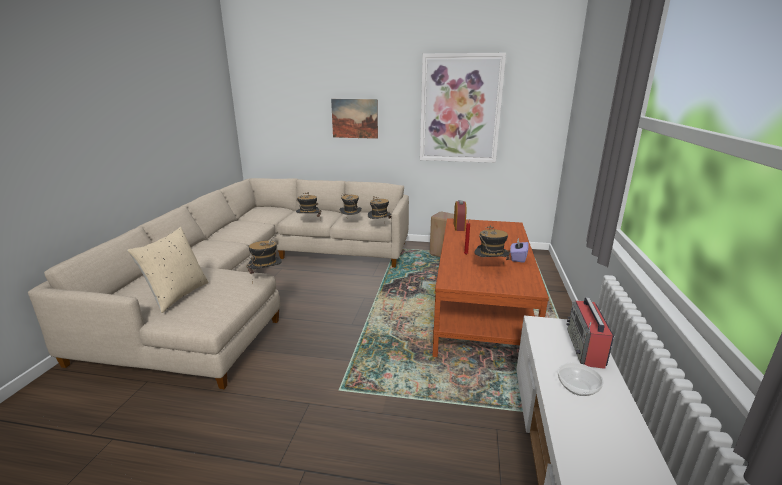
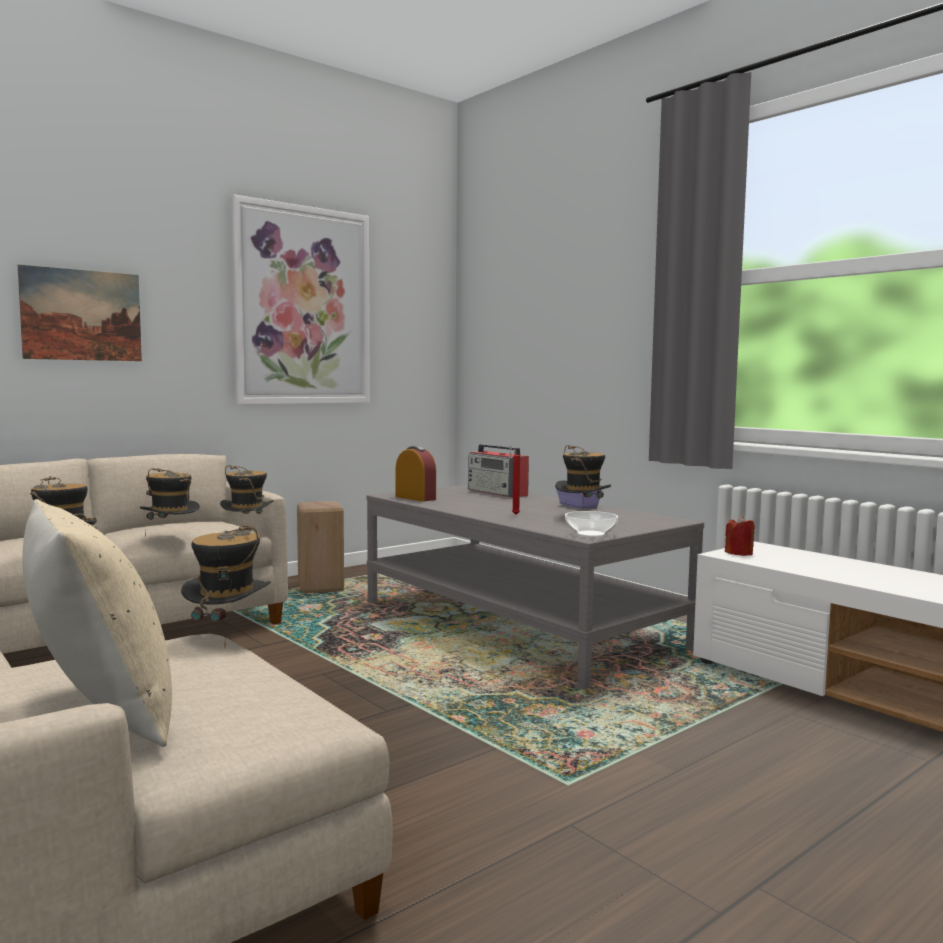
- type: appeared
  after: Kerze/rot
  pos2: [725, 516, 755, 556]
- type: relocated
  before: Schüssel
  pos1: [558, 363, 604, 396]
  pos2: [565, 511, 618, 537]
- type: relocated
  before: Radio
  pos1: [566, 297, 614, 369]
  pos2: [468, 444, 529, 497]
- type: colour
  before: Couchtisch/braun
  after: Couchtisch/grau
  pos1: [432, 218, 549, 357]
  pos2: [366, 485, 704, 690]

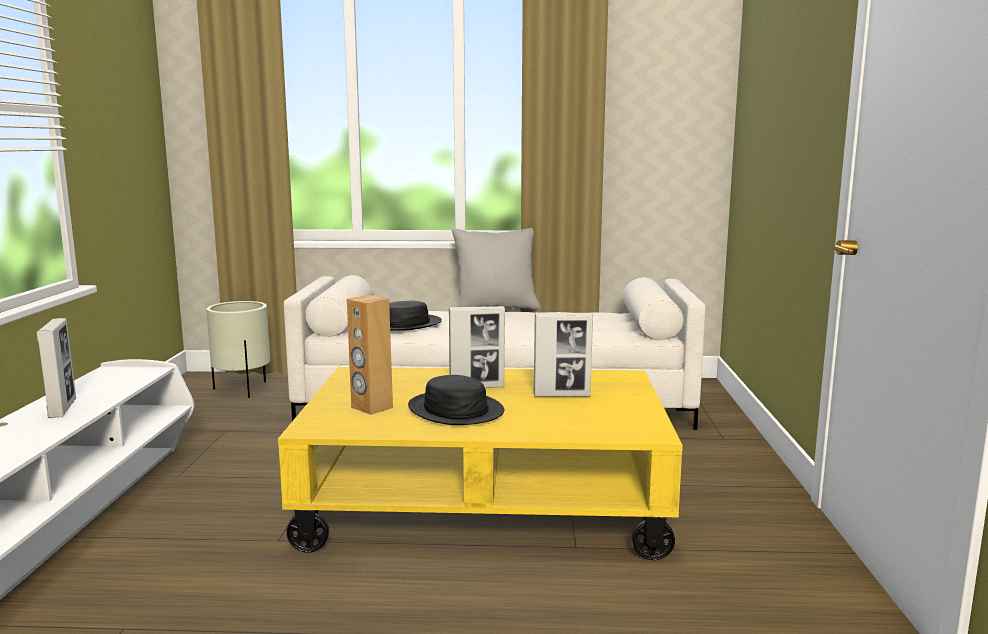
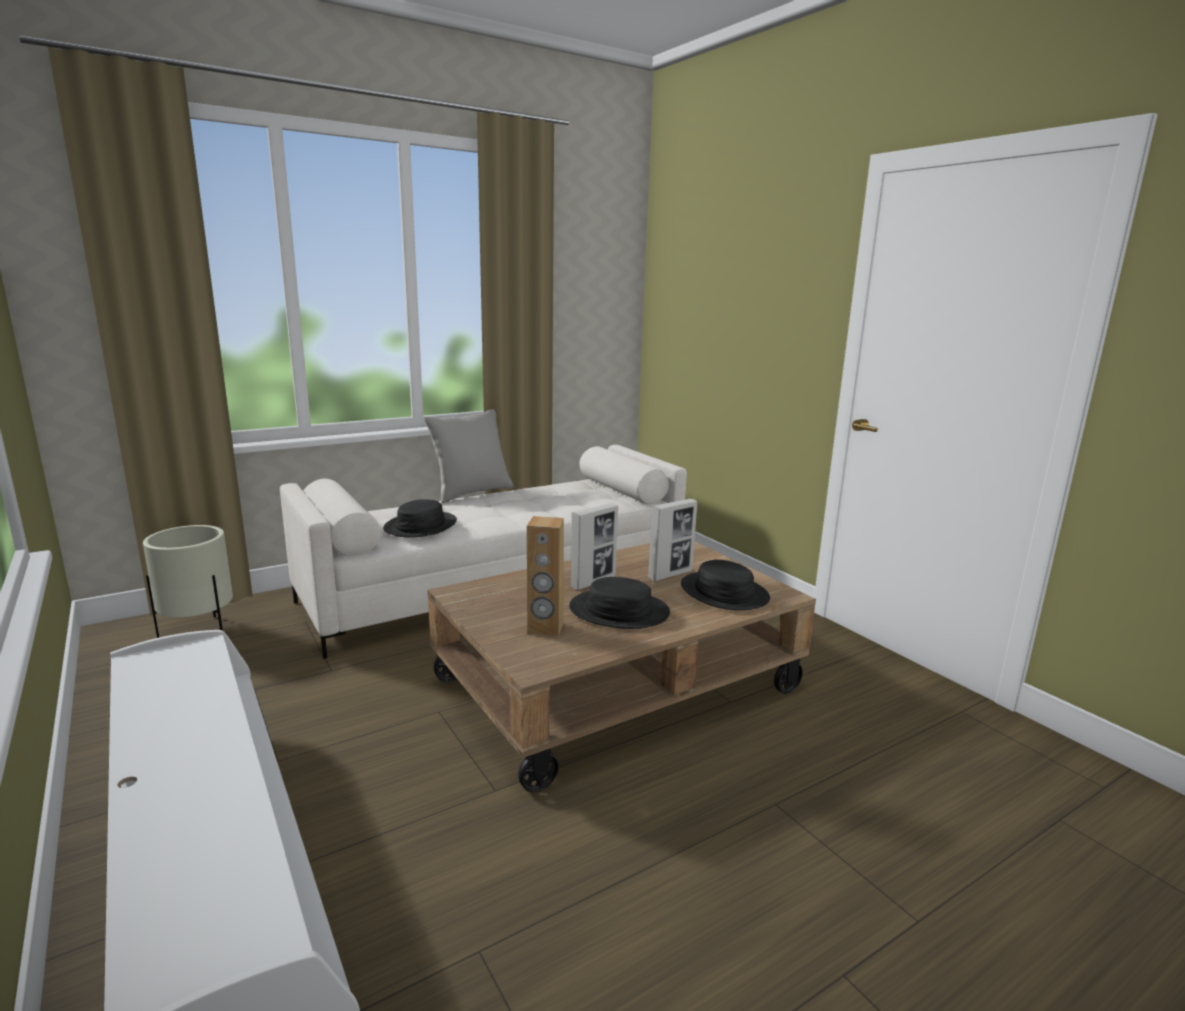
- type: missing
  before: Bilderrahmen
  pos1: [37, 318, 76, 418]
- type: appeared
  after: Hut/schwarz
  pos2: [681, 560, 770, 610]
- type: colour
  before: Couchtisch/gelb
  after: Couchtisch/braun
  pos1: [278, 367, 683, 560]
  pos2: [427, 541, 816, 792]

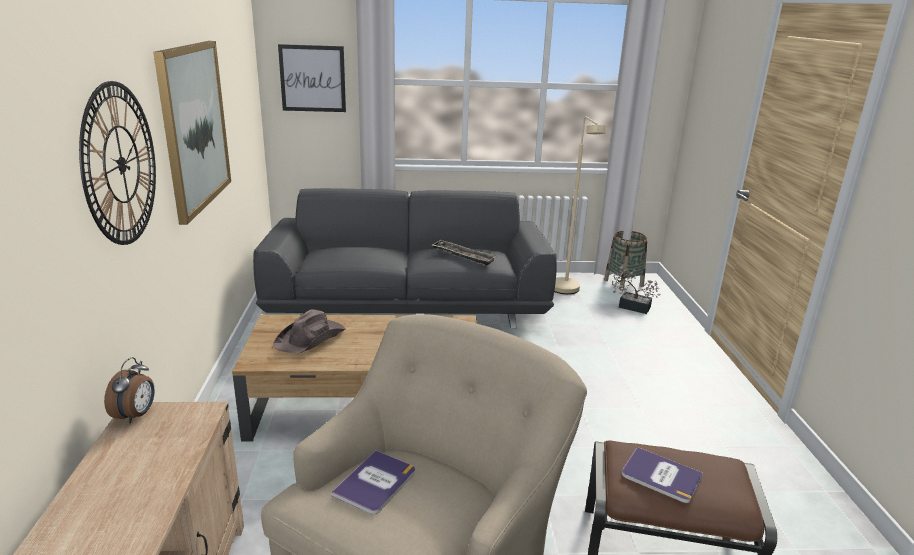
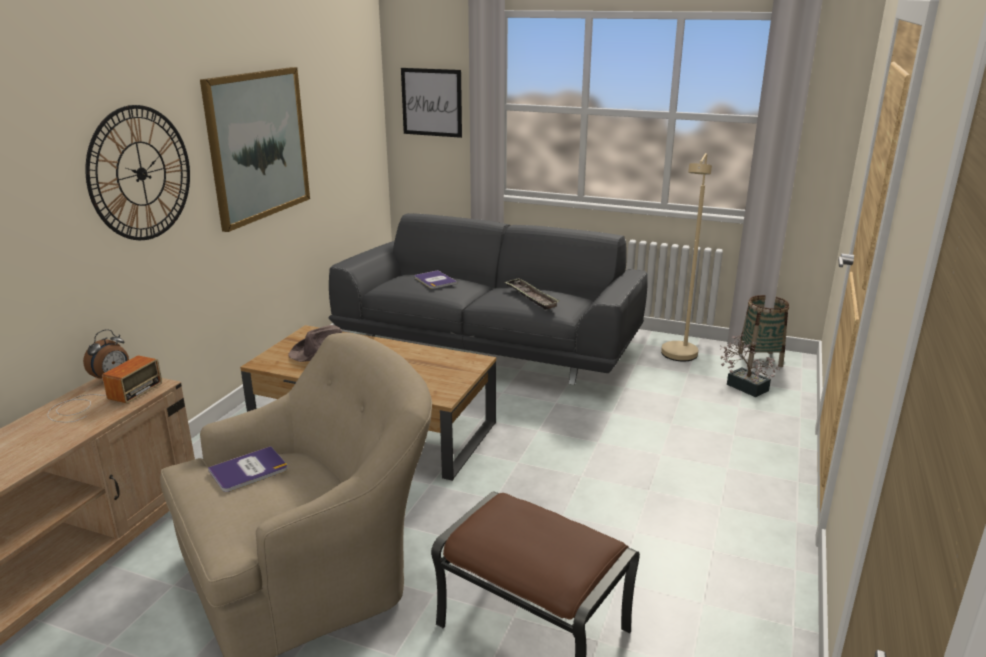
- type: appeared
  after: Radio
  pos2: [47, 355, 162, 422]
- type: relocated
  before: Buch
  pos1: [622, 447, 703, 503]
  pos2: [415, 270, 457, 289]

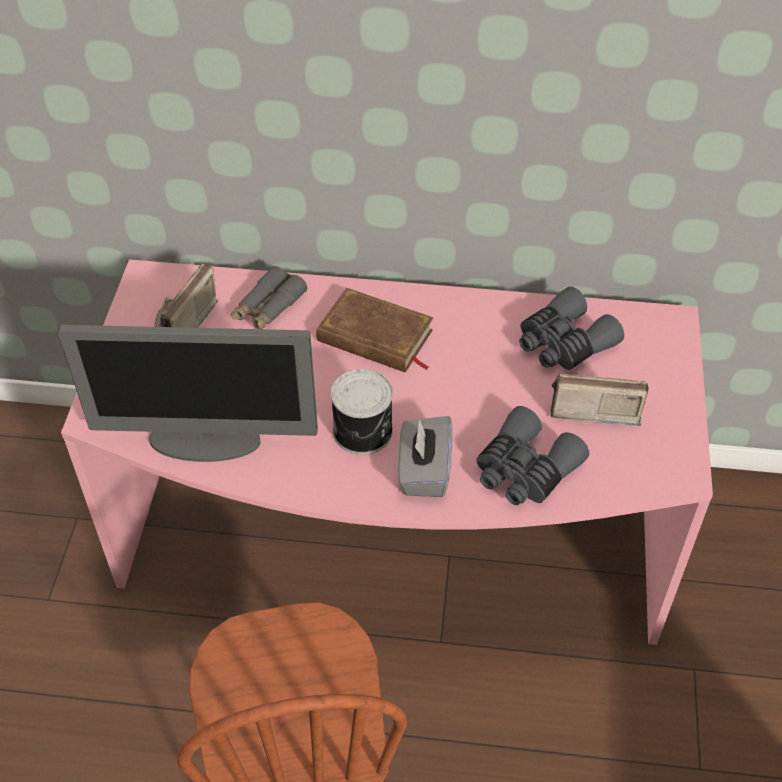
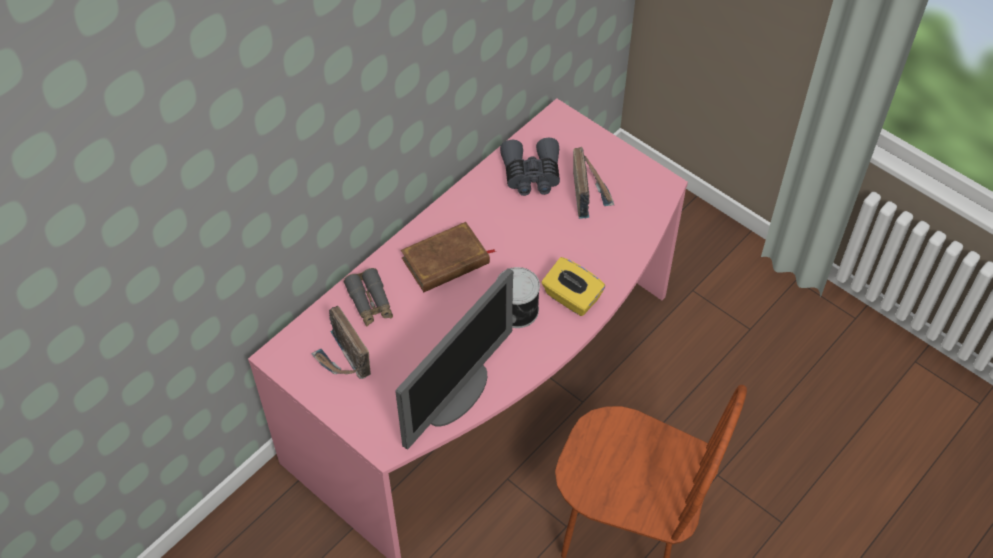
- type: missing
  before: Fernglas/grau
  pos1: [476, 406, 589, 505]
- type: colour
  before: Taschentuchbox/grau
  after: Taschentuchbox/gelb
  pos1: [398, 416, 452, 497]
  pos2: [542, 257, 605, 316]
- type: spun
  before: Radio
  pos1: [550, 373, 649, 426]
  pos2: [573, 147, 614, 219]
  turn: 135

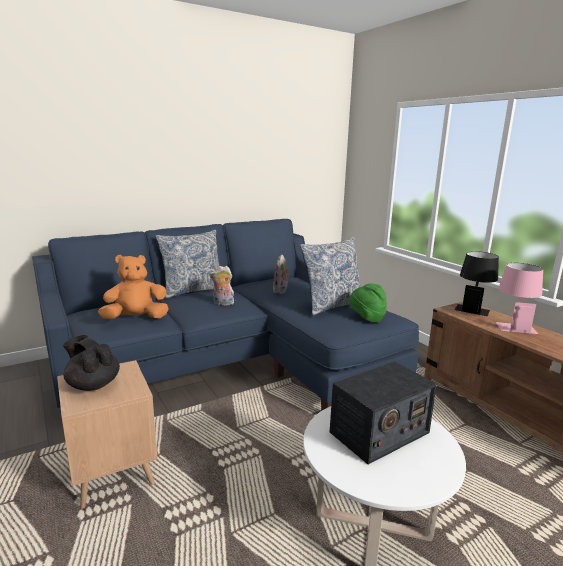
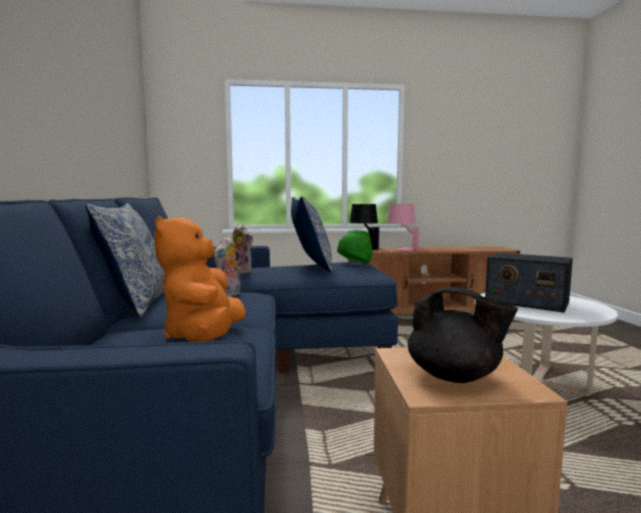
- type: spun
  before: Teekanne/schwarz
  pos1: [63, 335, 120, 391]
  pos2: [408, 287, 518, 383]
  turn: -120
- type: spun
  before: Radio
  pos1: [330, 361, 437, 464]
  pos2: [485, 253, 573, 313]
  turn: 135

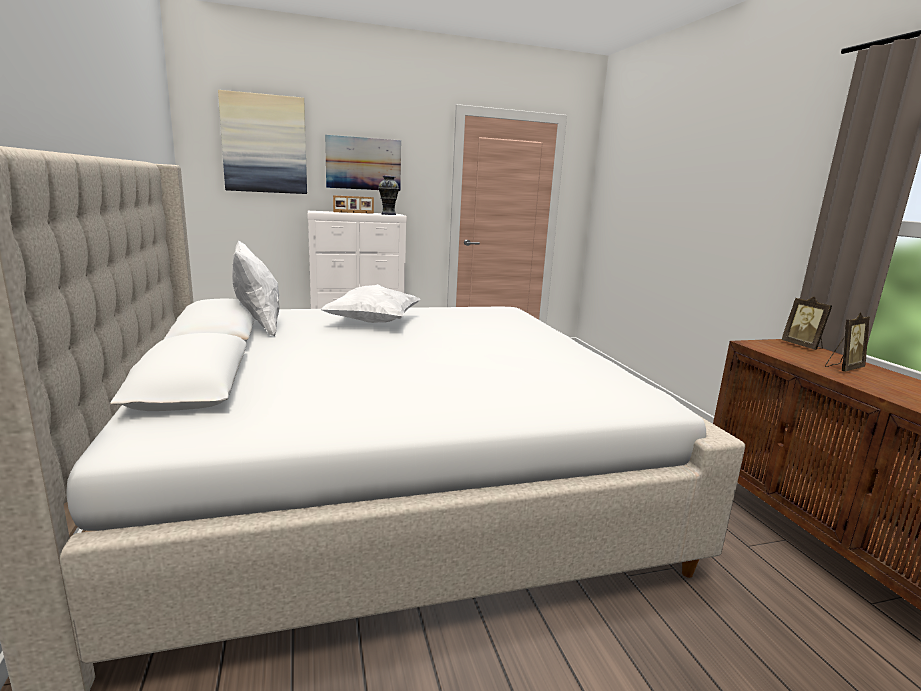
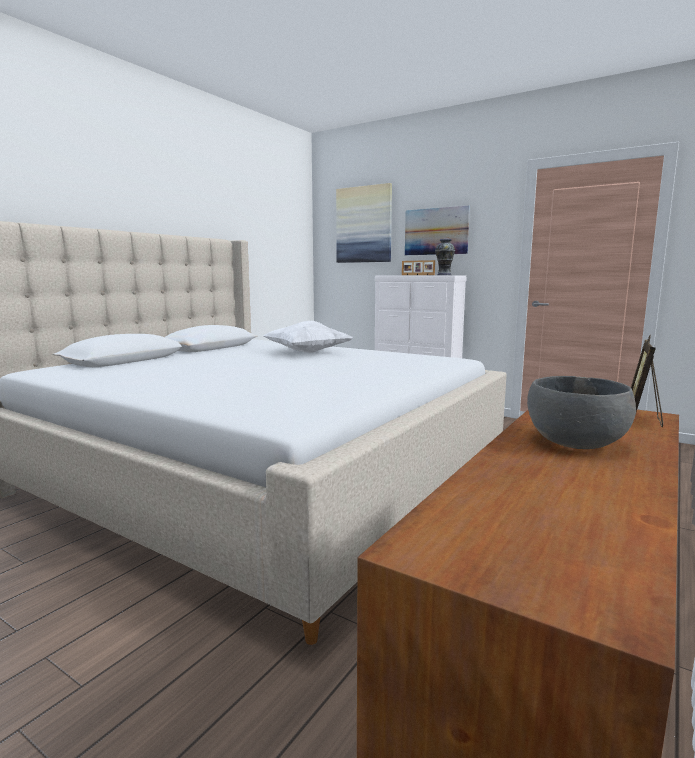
- type: missing
  before: Kissen/weiß
  pos1: [232, 241, 280, 337]
- type: exchanged
  before: Bilderrahmen
  after: Schüssel/grau
  pos1: [825, 312, 870, 372]
  pos2: [527, 376, 636, 449]

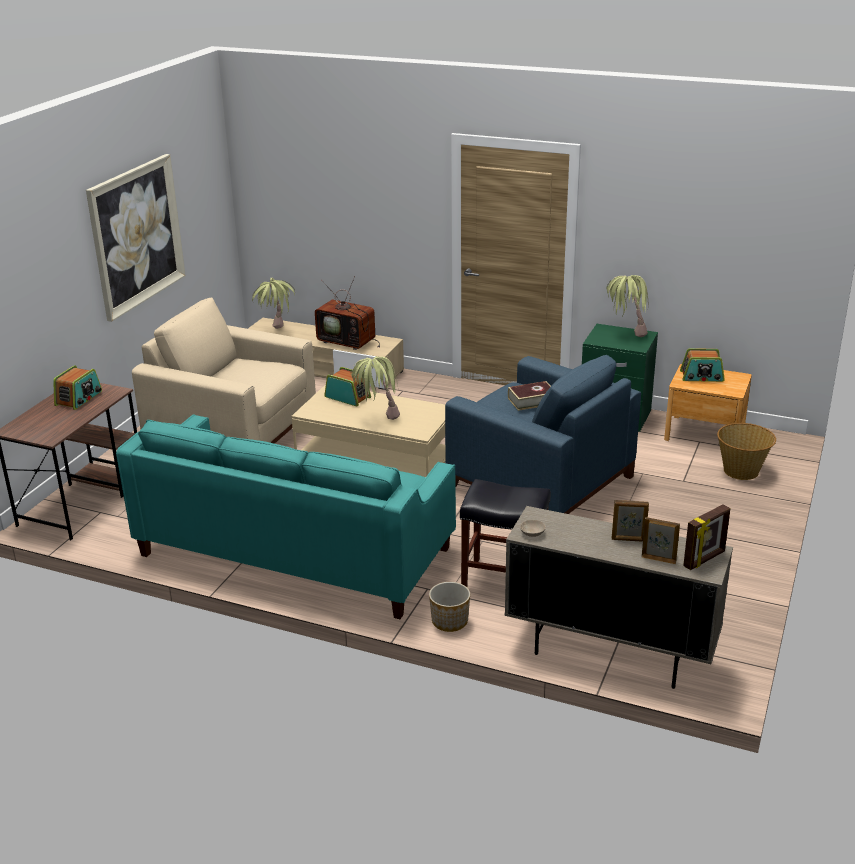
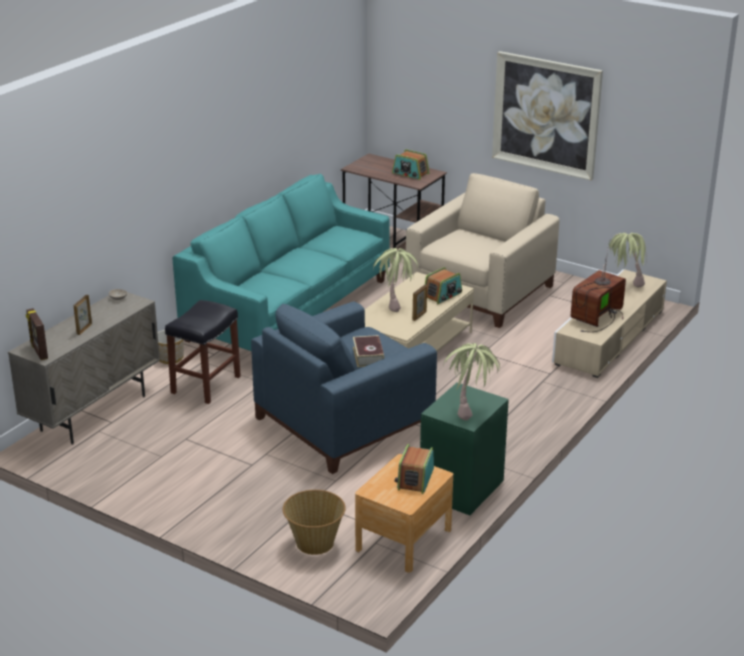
- type: relocated
  before: Bilderrahmen
  pos1: [642, 517, 680, 564]
  pos2: [412, 285, 427, 321]

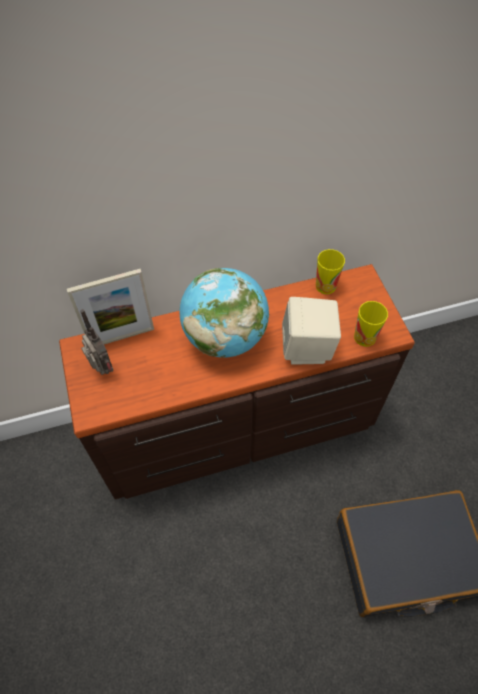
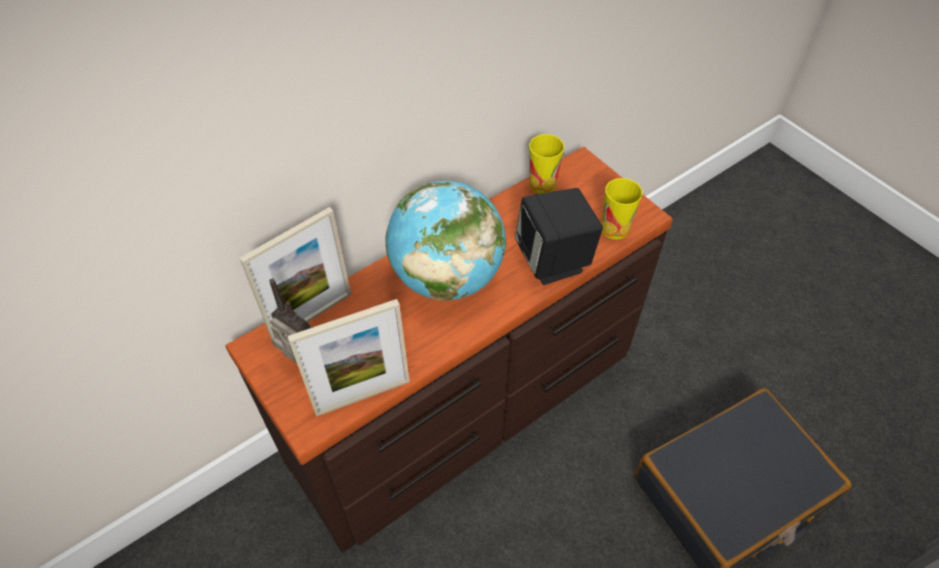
- type: appeared
  after: Bilderrahmen
  pos2: [288, 299, 410, 417]
- type: colour
  before: Lautsprecher/beige
  after: Lautsprecher/schwarz
  pos1: [282, 297, 341, 365]
  pos2: [515, 188, 603, 285]

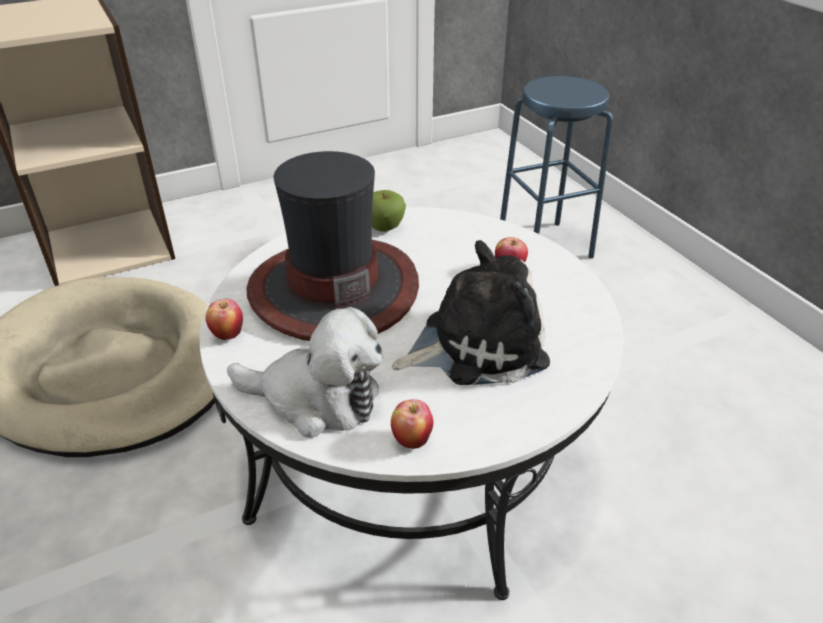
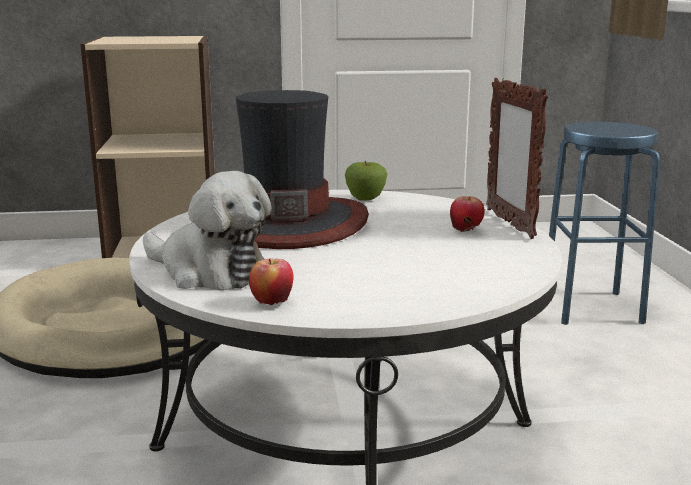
- type: missing
  before: Apfel
  pos1: [206, 299, 243, 340]
- type: missing
  before: Plüschtier
  pos1: [392, 240, 550, 385]
- type: appeared
  after: Bilderrahmen
  pos2: [486, 78, 548, 239]

